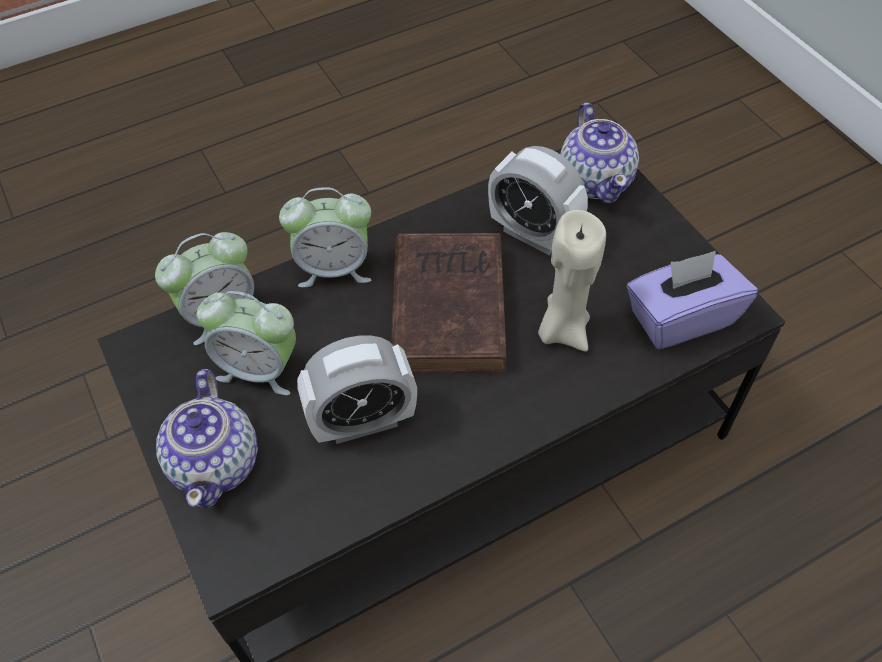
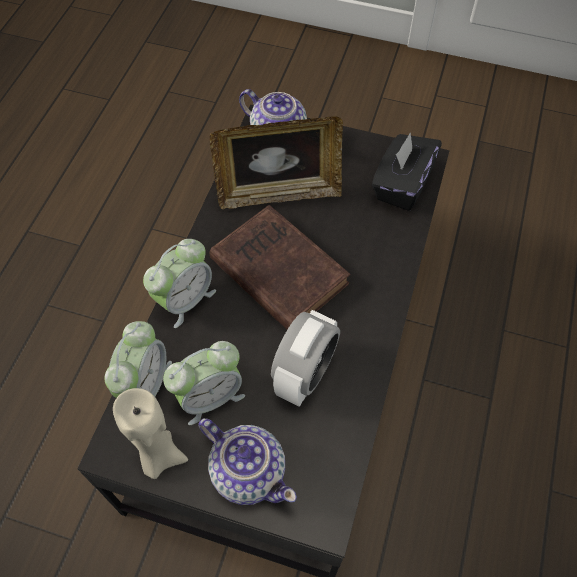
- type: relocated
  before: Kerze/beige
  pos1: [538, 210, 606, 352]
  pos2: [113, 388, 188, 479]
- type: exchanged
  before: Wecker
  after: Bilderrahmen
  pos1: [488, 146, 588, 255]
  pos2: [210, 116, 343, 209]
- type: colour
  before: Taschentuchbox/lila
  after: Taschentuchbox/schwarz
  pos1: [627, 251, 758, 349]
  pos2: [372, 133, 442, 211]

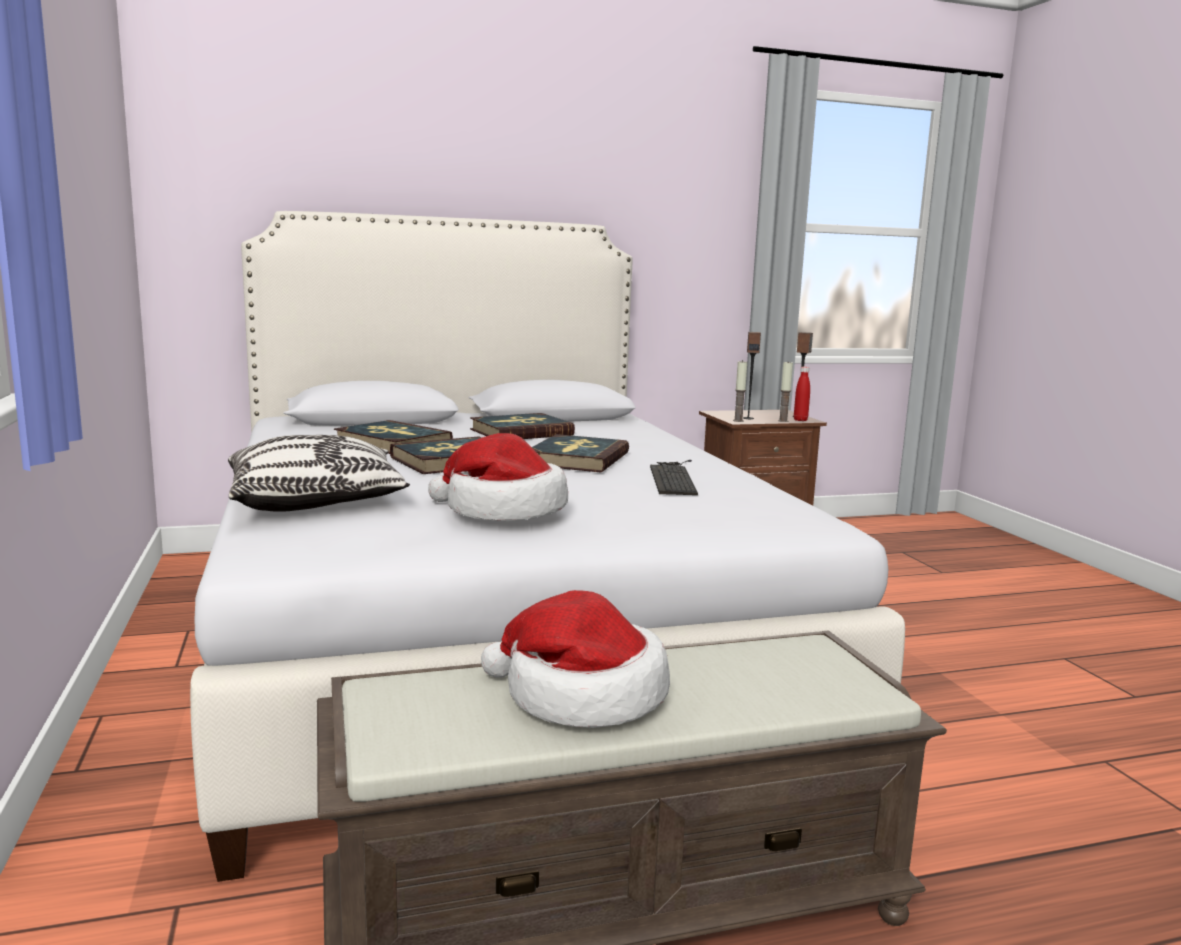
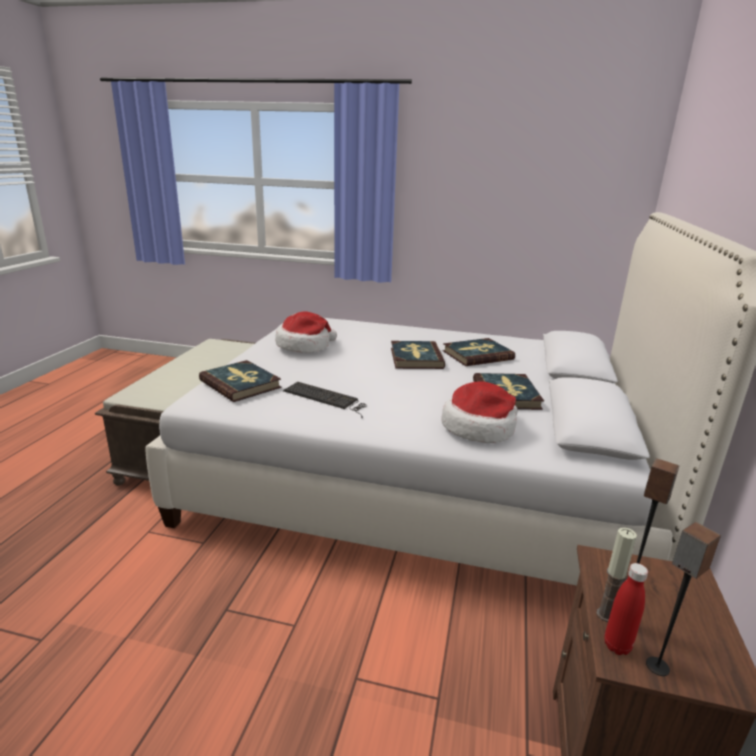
- type: missing
  before: Kissen
  pos1: [228, 435, 410, 512]
- type: missing
  before: Kerze
  pos1: [733, 360, 747, 422]
- type: relocated
  before: Hut
  pos1: [481, 590, 670, 728]
  pos2: [441, 382, 518, 443]
- type: relocated
  before: Buch
  pos1: [532, 434, 629, 472]
  pos2: [199, 360, 281, 402]

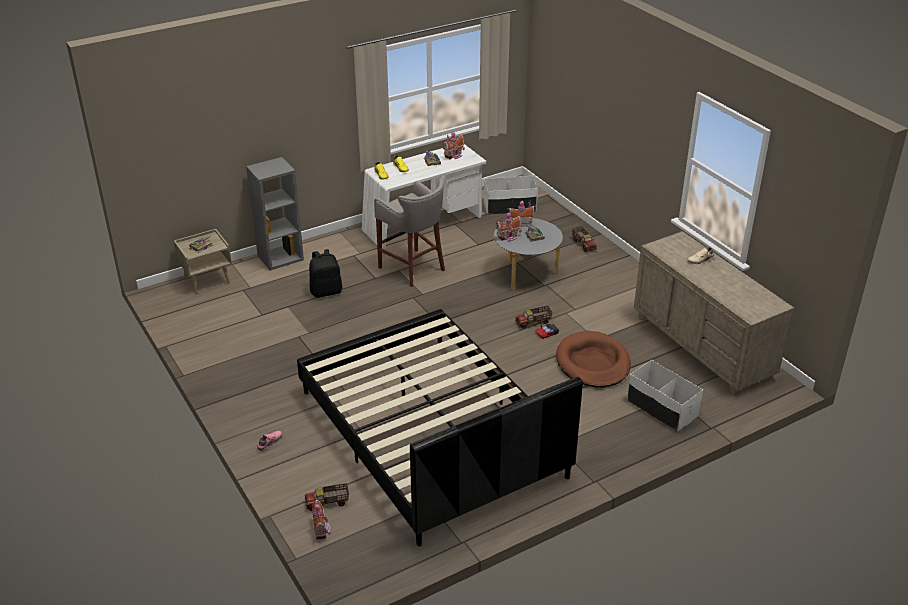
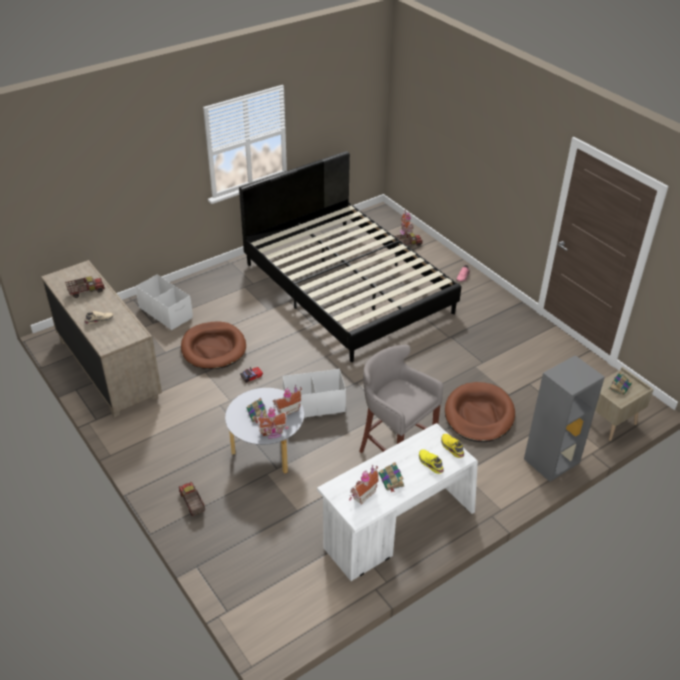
- type: relocated
  before: Aufbewahrungsbox/weiß
  pos1: [484, 176, 538, 215]
  pos2: [283, 369, 346, 417]
- type: relocated
  before: Spielzeuglaster
  pos1: [515, 306, 553, 329]
  pos2: [65, 276, 105, 298]
- type: exchanged
  before: Rucksack/schwarz
  after: Hundebett/braun
  pos1: [309, 249, 342, 298]
  pos2: [445, 382, 515, 442]

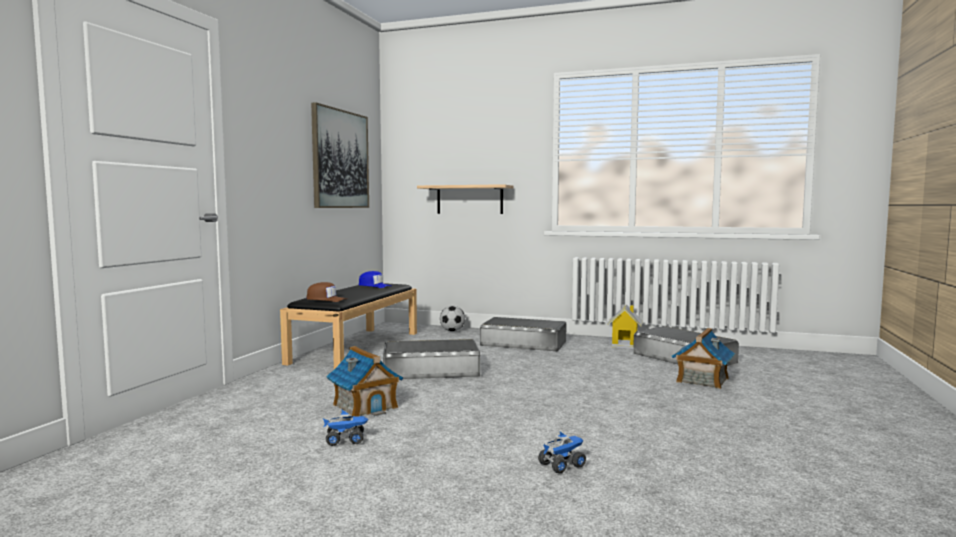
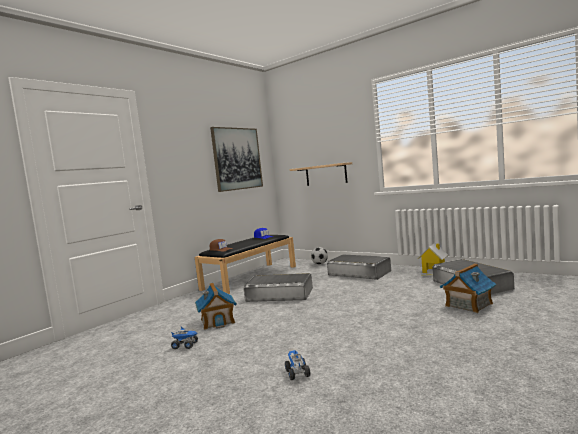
- type: spun
  before: Spielzeuglaster
  pos1: [538, 431, 586, 473]
  pos2: [285, 350, 311, 380]
  turn: -90

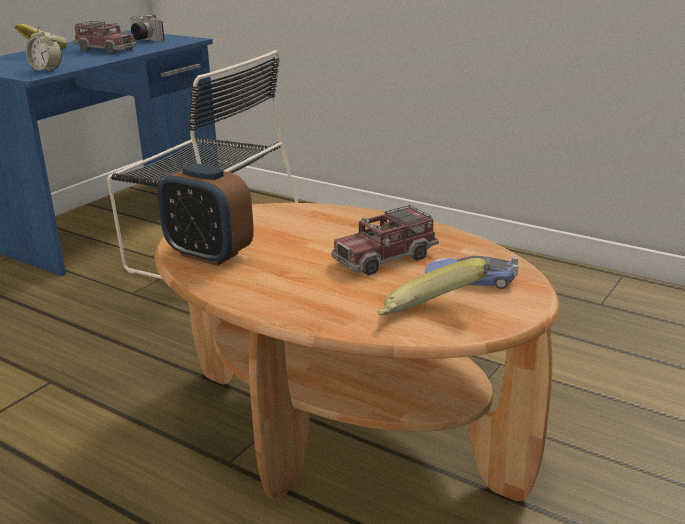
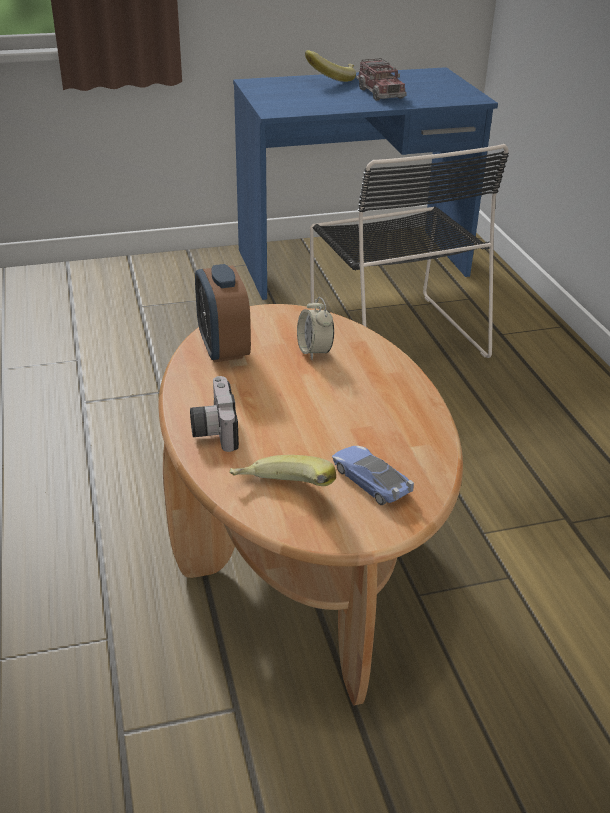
- type: missing
  before: Spielzeuglaster
  pos1: [331, 205, 439, 276]
- type: relocated
  before: Wecker
  pos1: [26, 25, 62, 72]
  pos2: [297, 297, 334, 360]
- type: relocated
  before: Kamera
  pos1: [131, 15, 165, 41]
  pos2: [190, 376, 239, 452]

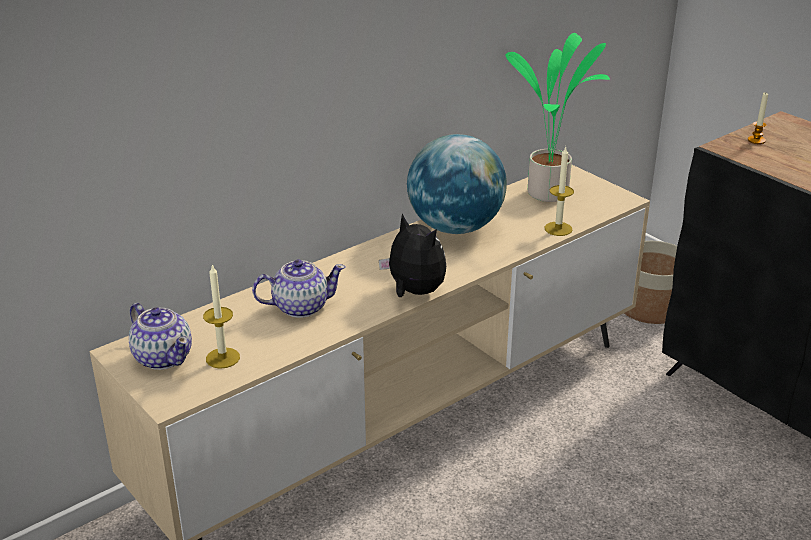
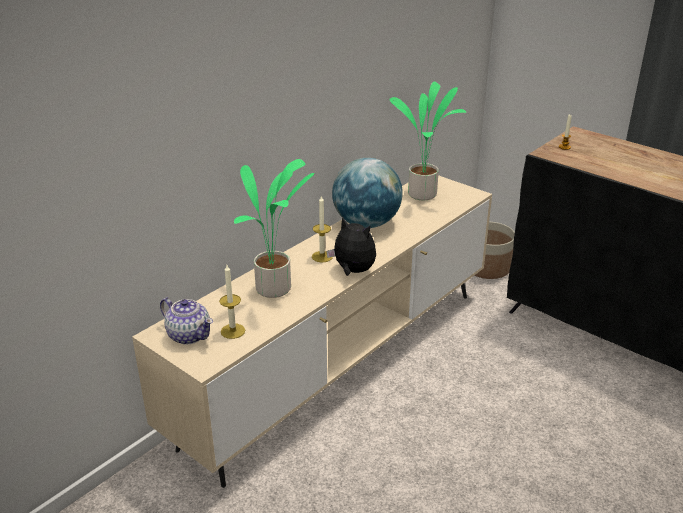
- type: relocated
  before: Kerze
  pos1: [544, 147, 574, 236]
  pos2: [312, 196, 333, 263]
- type: exchanged
  before: Teekanne
  after: Topfpflanze
  pos1: [252, 259, 346, 318]
  pos2: [234, 159, 315, 298]

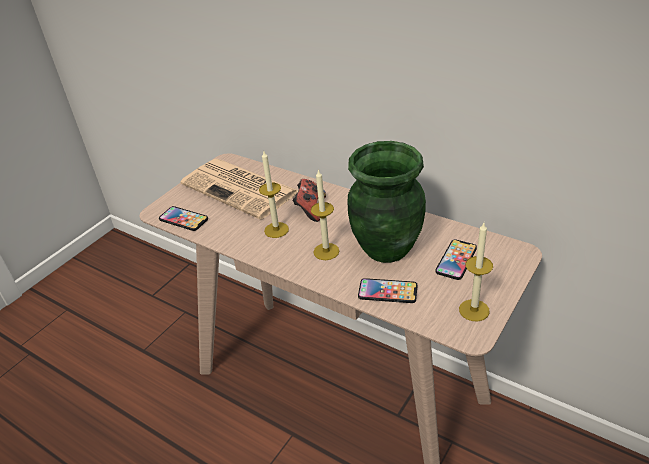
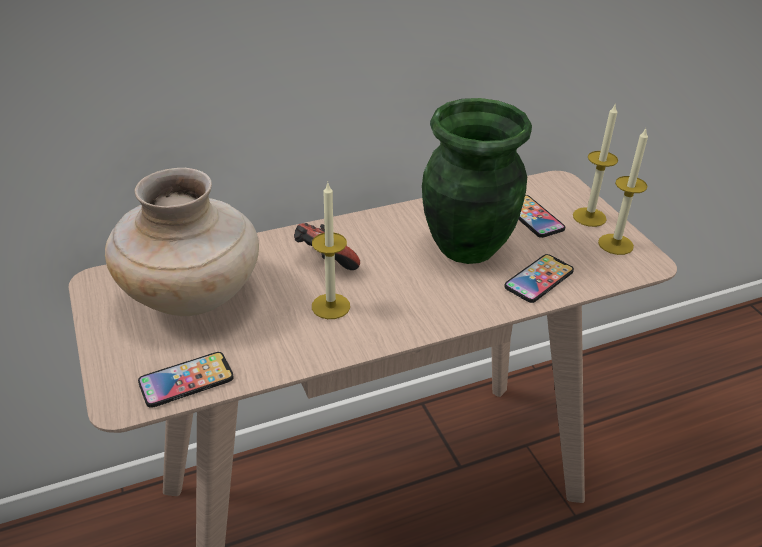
- type: relocated
  before: Kerze
  pos1: [311, 169, 339, 260]
  pos2: [573, 103, 618, 227]
- type: exchanged
  before: Zeitung
  after: Vase/beige
  pos1: [180, 159, 298, 220]
  pos2: [105, 168, 259, 316]

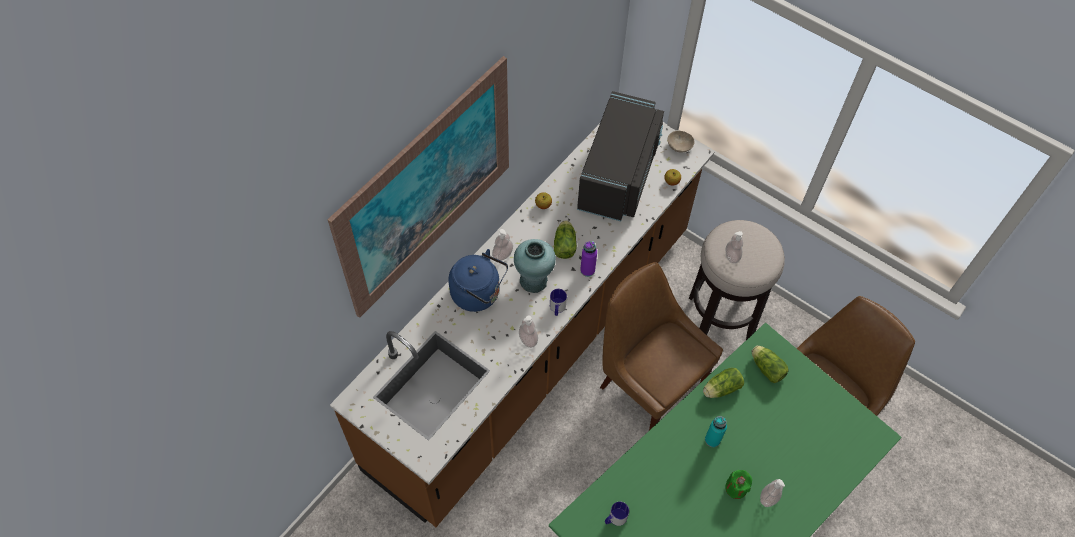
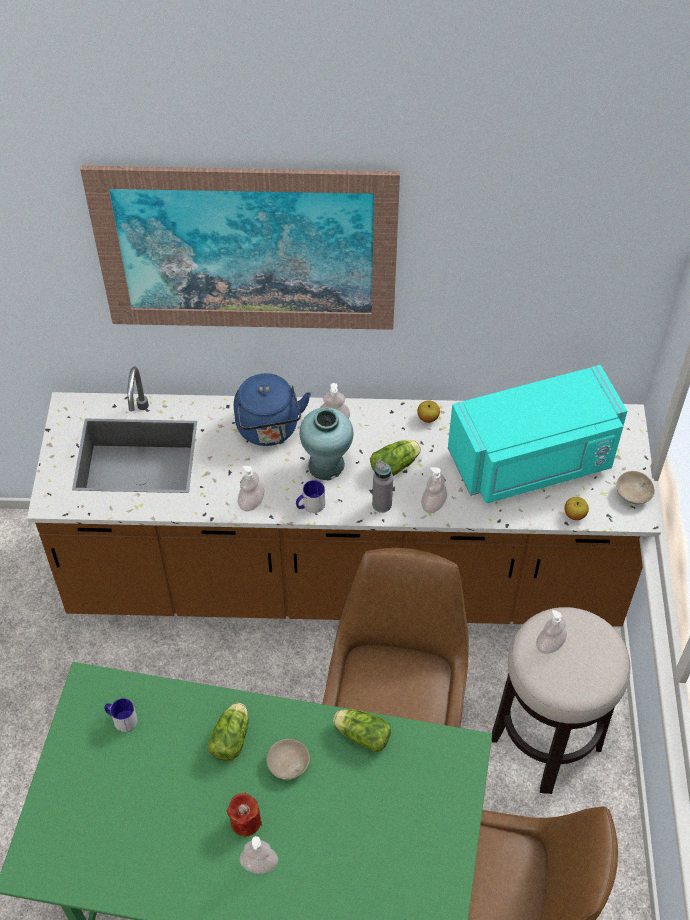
- type: appeared
  after: Seifenspender
  pos2: [421, 467, 447, 513]
- type: relocated
  before: Salatkopf
  pos1: [752, 346, 789, 383]
  pos2: [208, 703, 248, 761]
- type: exchanged
  before: Flasche/türkis
  after: Schüssel/beige
  pos1: [705, 416, 727, 447]
  pos2: [267, 739, 310, 780]
- type: colour
  before: Mikrowelle/schwarz
  after: Mikrowelle/türkis
  pos1: [577, 91, 664, 222]
  pos2: [448, 365, 627, 503]
- type: colour
  before: Flasche/lila
  after: Flasche/grau
  pos1: [580, 241, 597, 277]
  pos2: [372, 461, 393, 513]
- type: colour
  before: Kerze/grün
  after: Kerze/rot
  pos1: [725, 470, 752, 499]
  pos2: [227, 793, 262, 837]

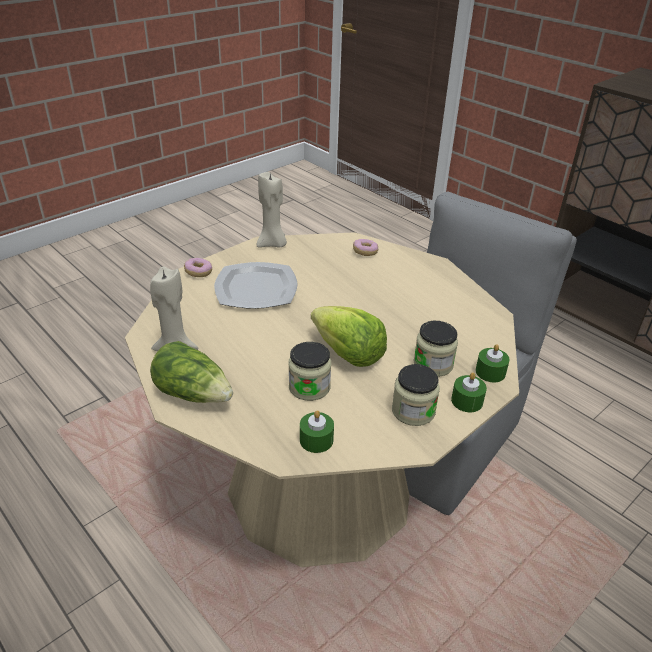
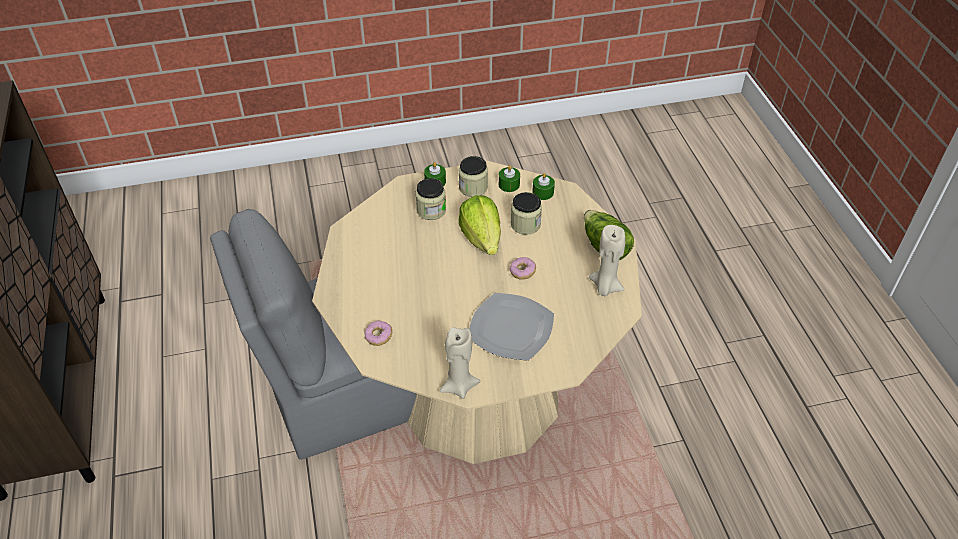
- type: relocated
  before: Donut
  pos1: [184, 258, 212, 277]
  pos2: [510, 257, 536, 280]
- type: relocated
  before: Kerze/grün
  pos1: [476, 344, 510, 382]
  pos2: [499, 165, 520, 192]

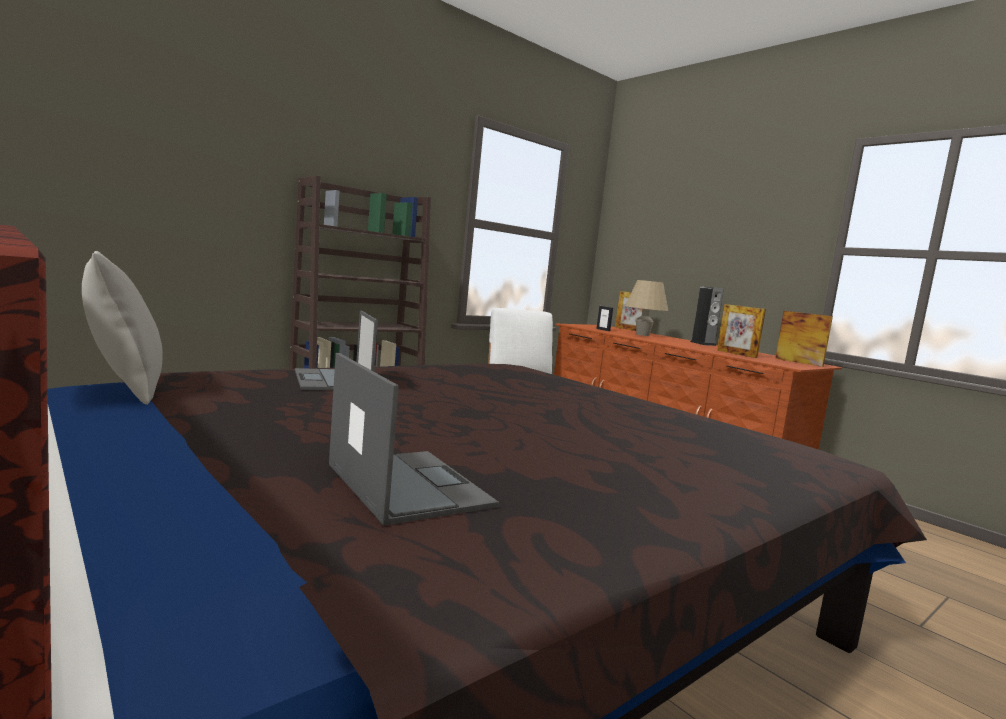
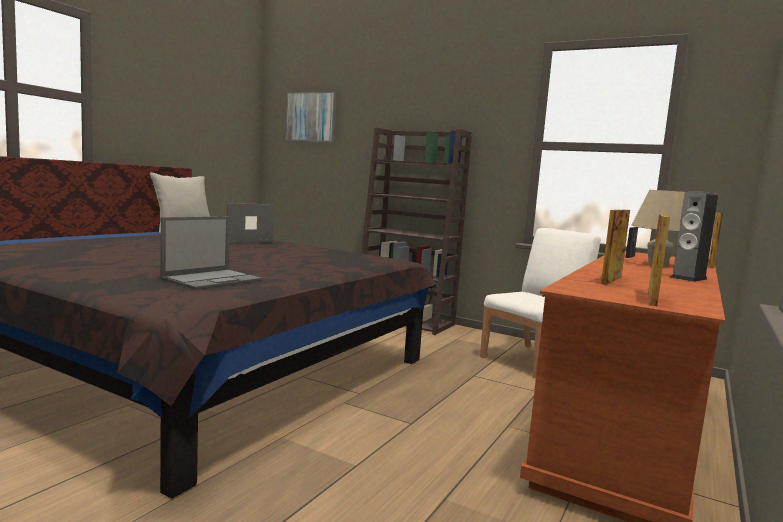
- type: appeared
  after: Bild
  pos2: [285, 92, 337, 142]
- type: relocated
  before: Laptop
  pos1: [329, 353, 499, 526]
  pos2: [160, 216, 263, 290]

